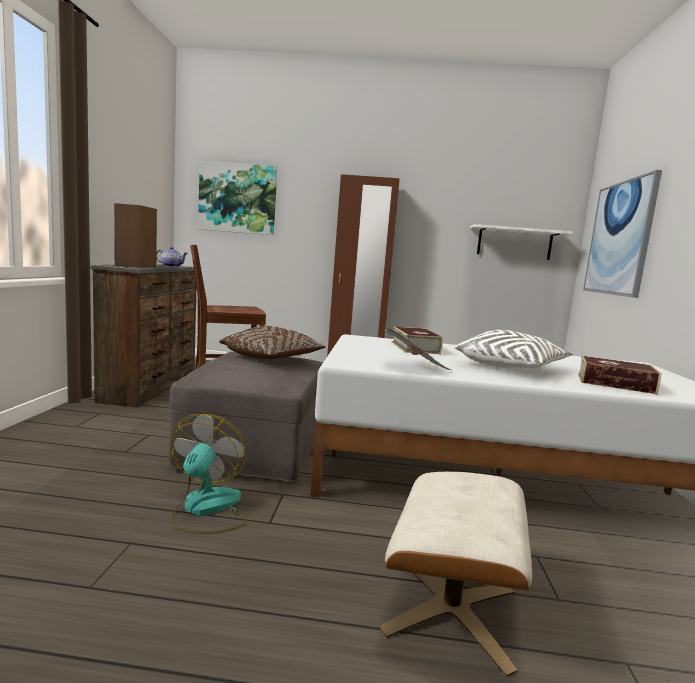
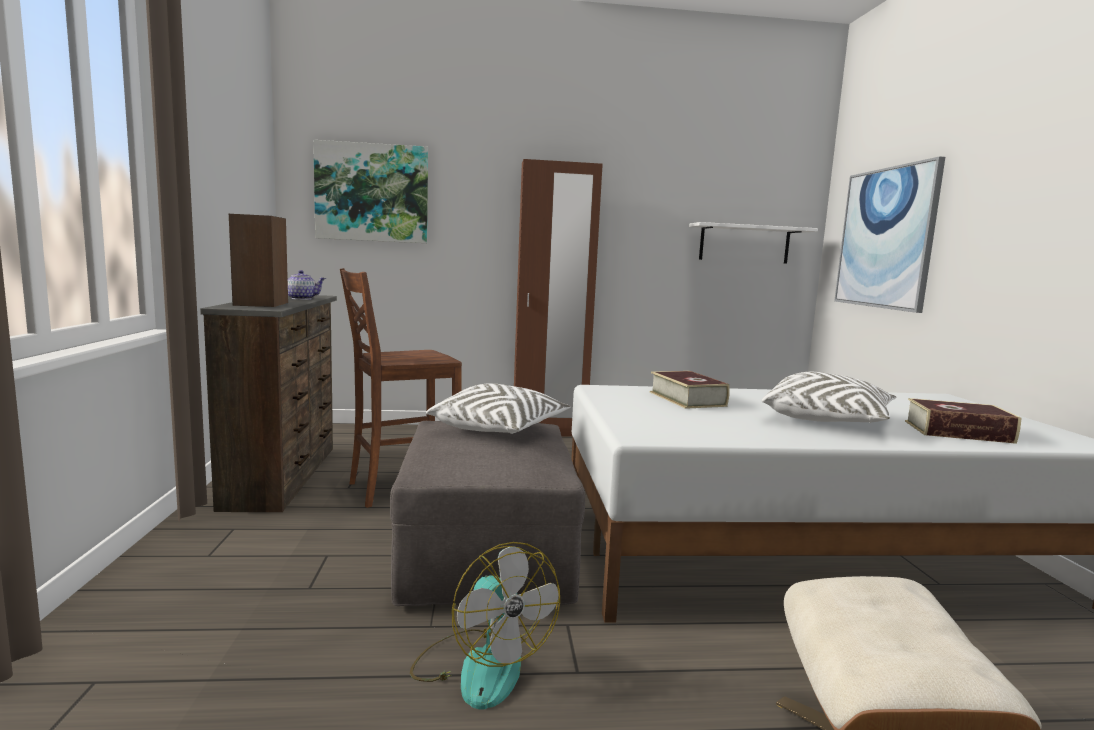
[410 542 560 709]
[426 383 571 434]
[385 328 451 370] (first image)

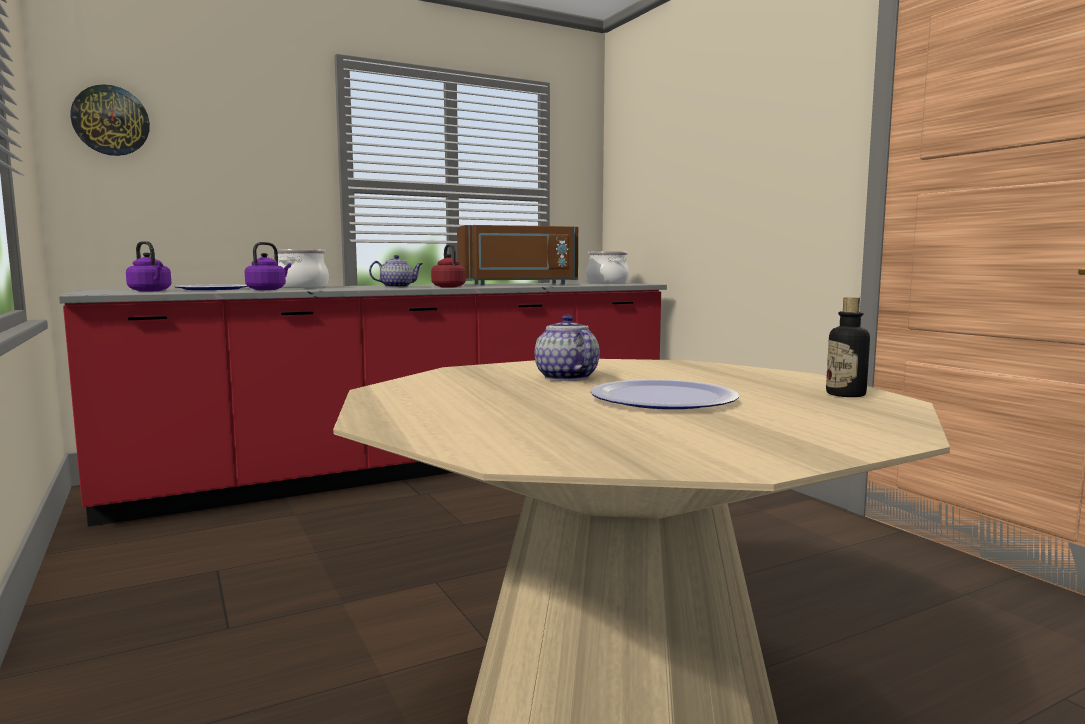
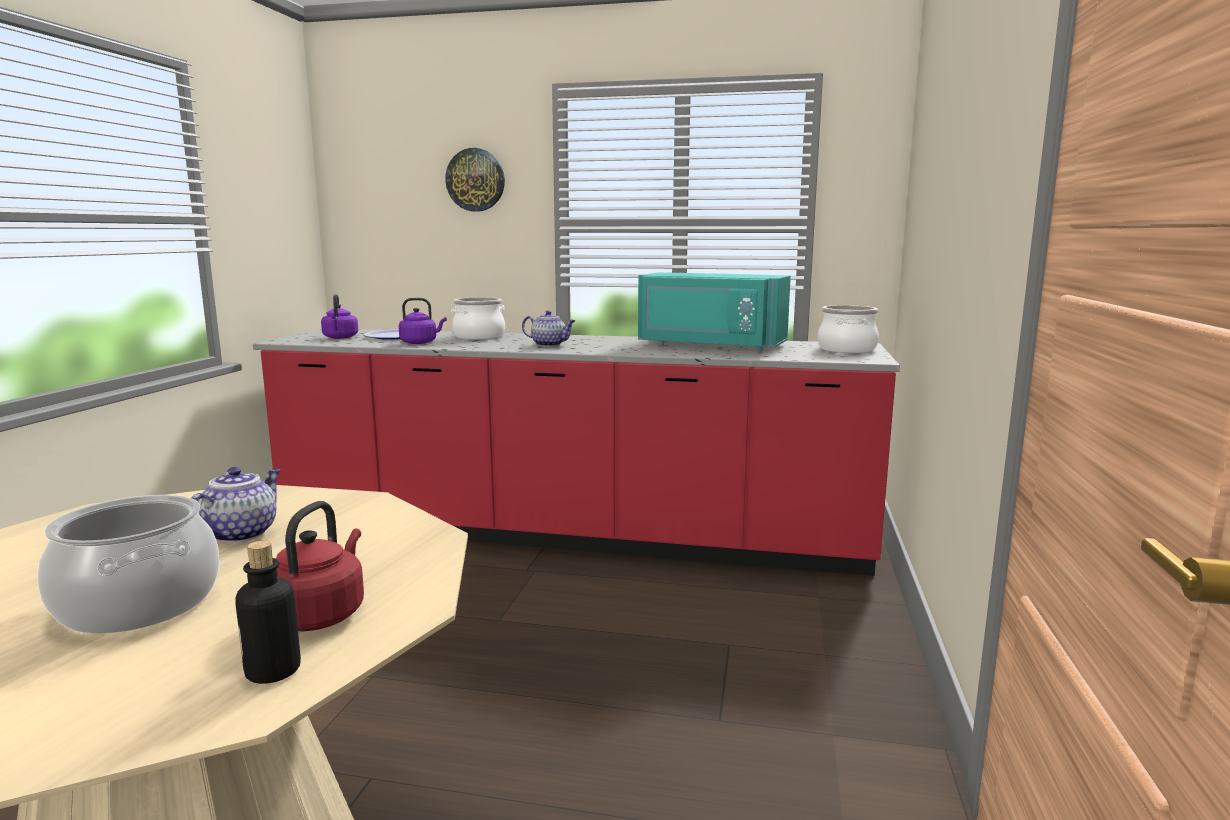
[37 495 219 634]
[276 501 364 631]
[445 148 505 212]
[638 273 791 352]

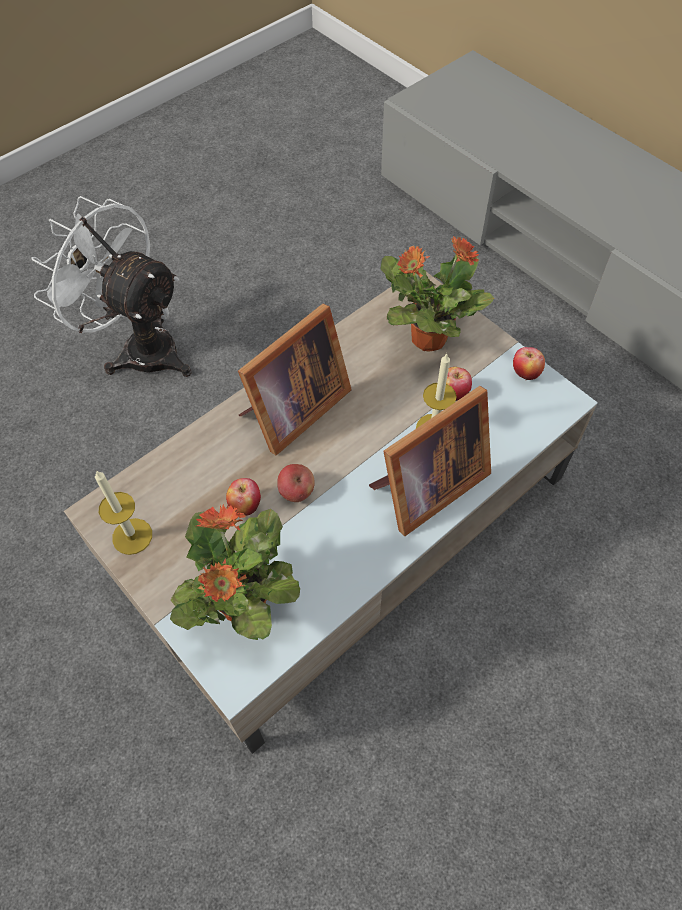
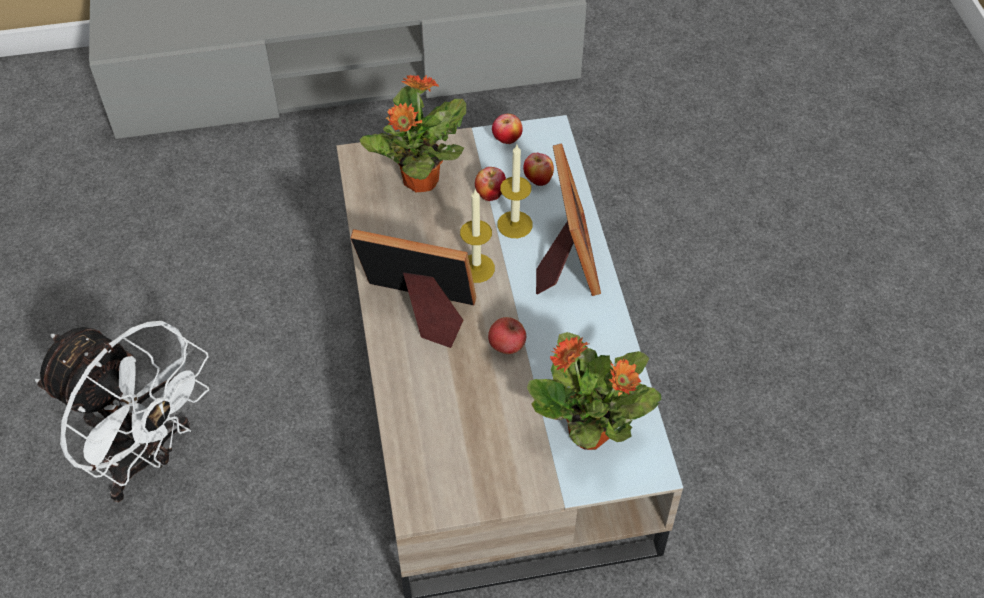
[35 321 209 502]
[351 229 476 348]
[460 188 495 283]
[523 153 554 186]

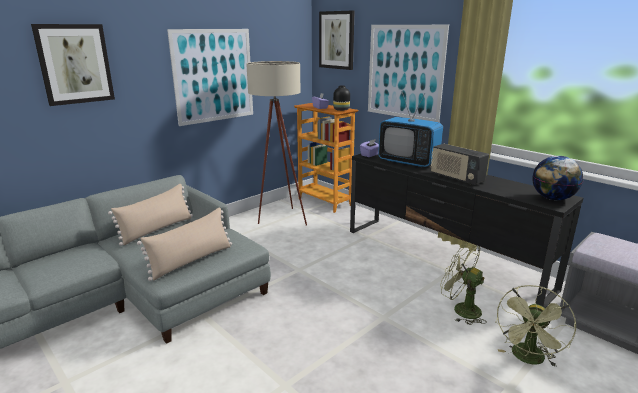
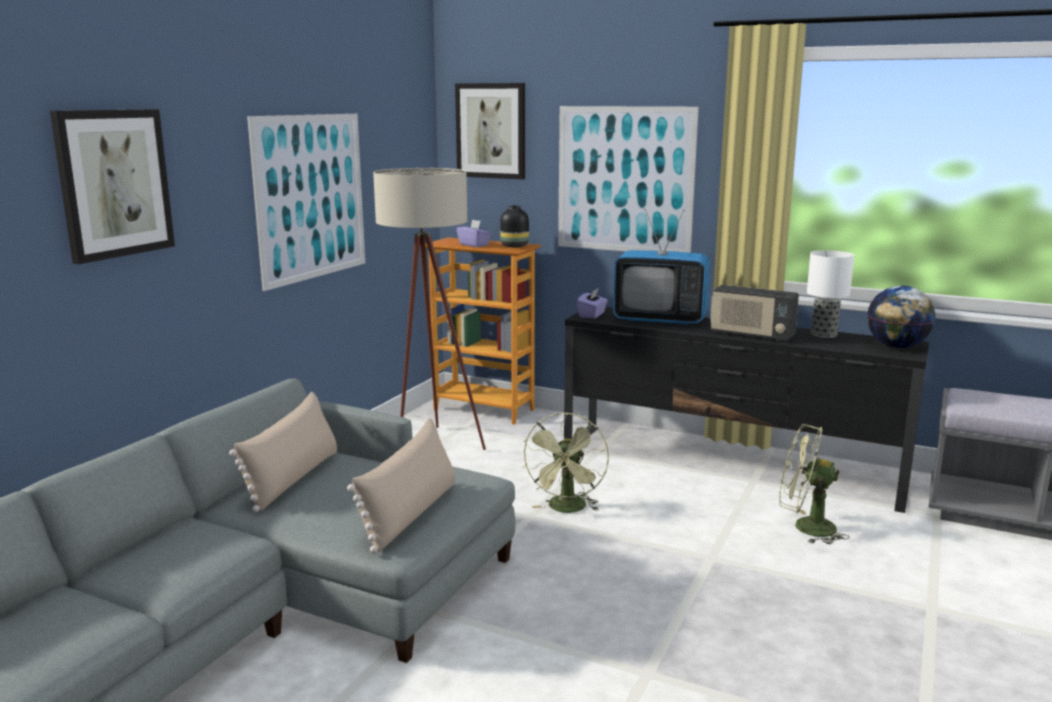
[523 412 609 513]
[807 250 854 338]

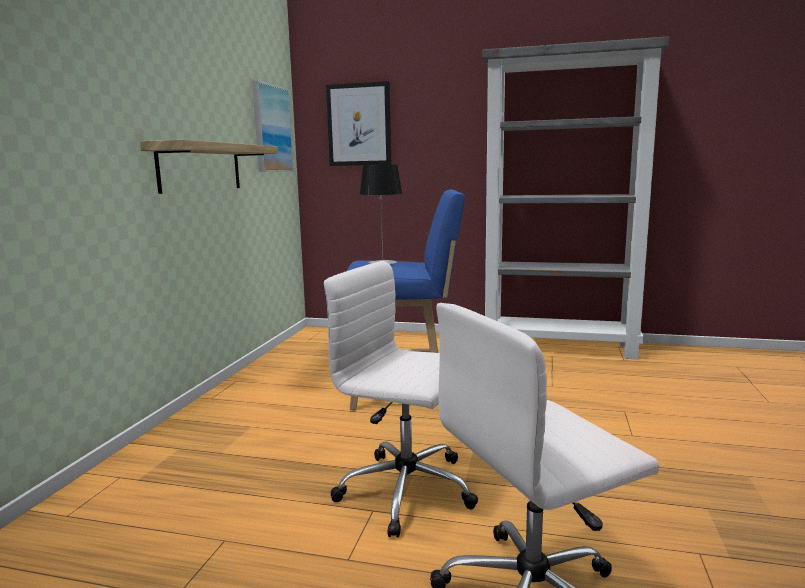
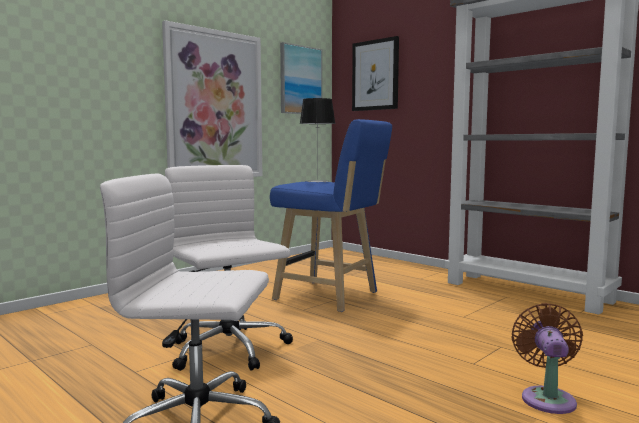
[162 20 262 177]
[511 303 583 414]

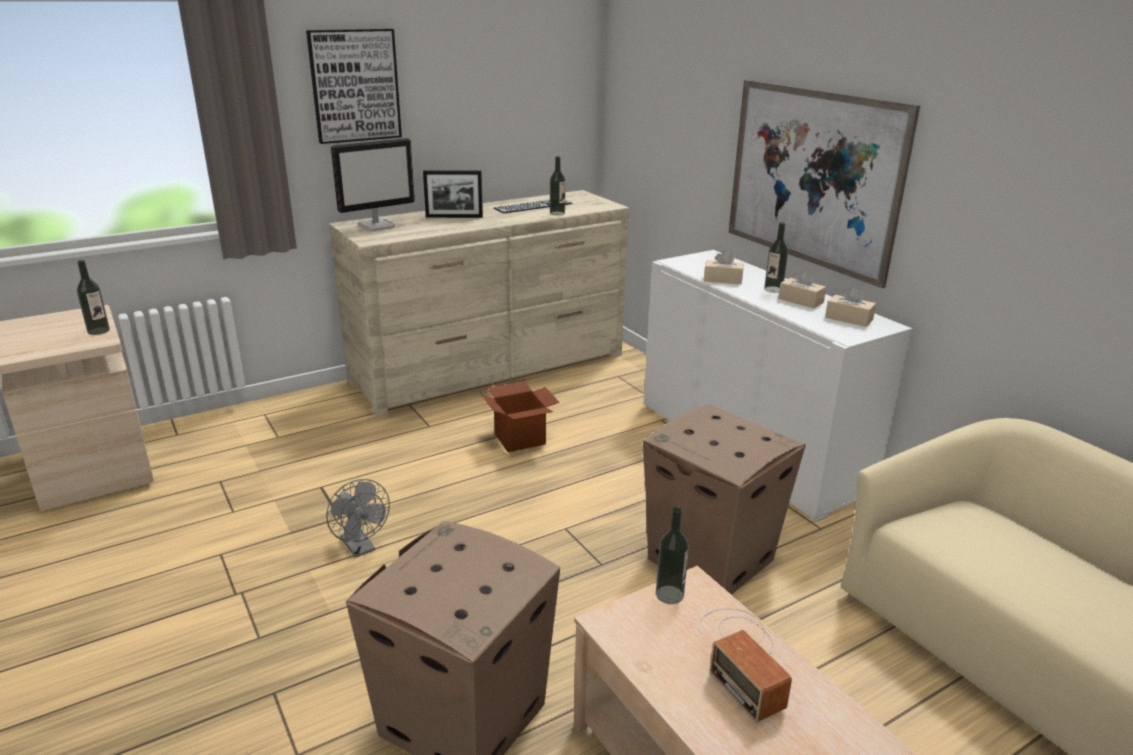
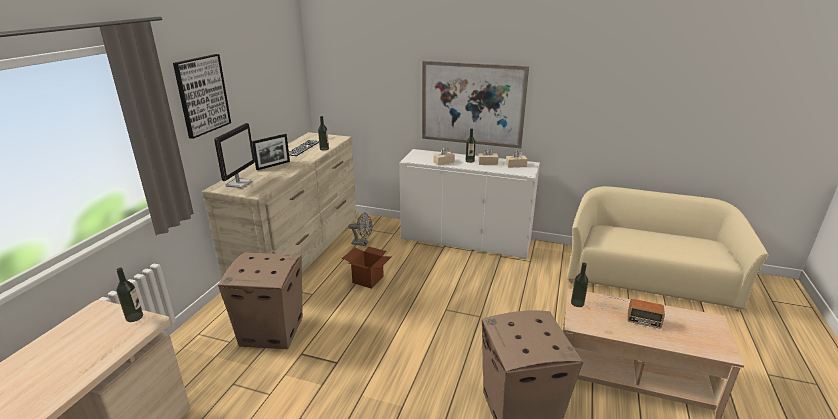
[218 252 303 349]
[348 212 373 246]

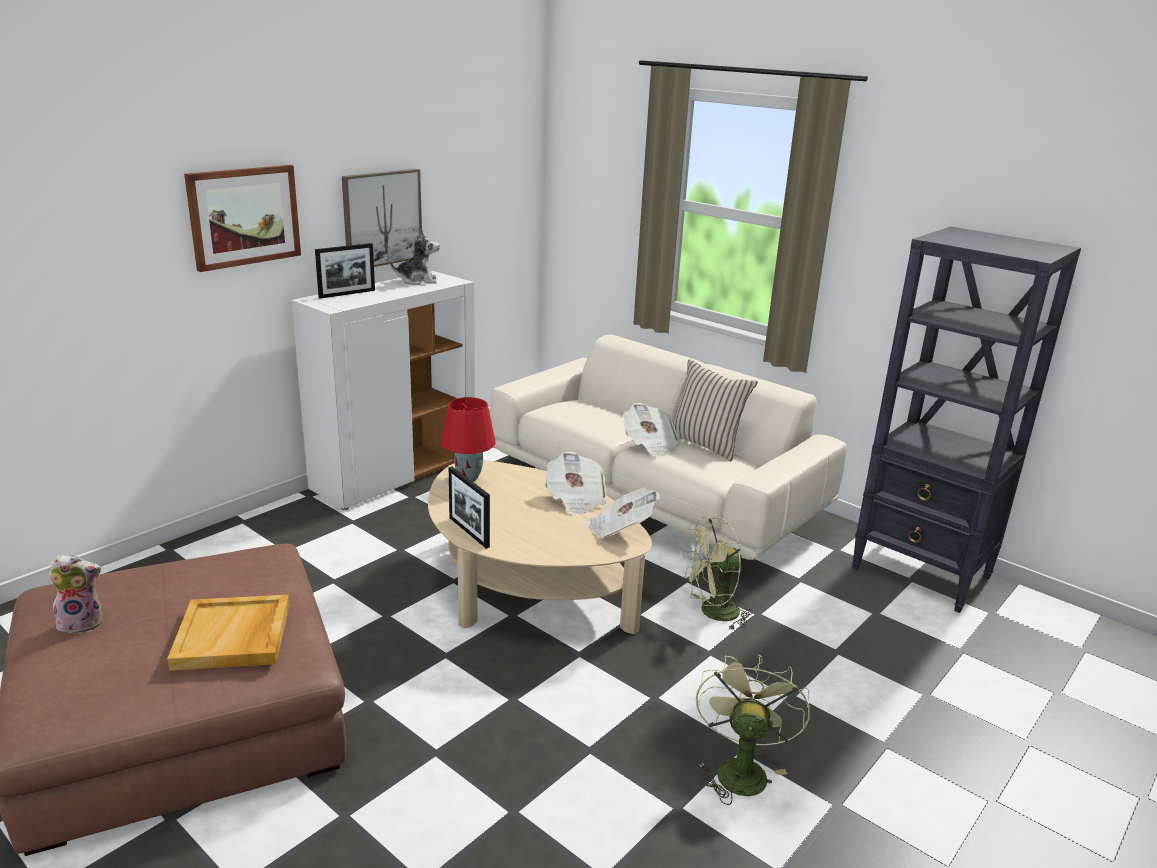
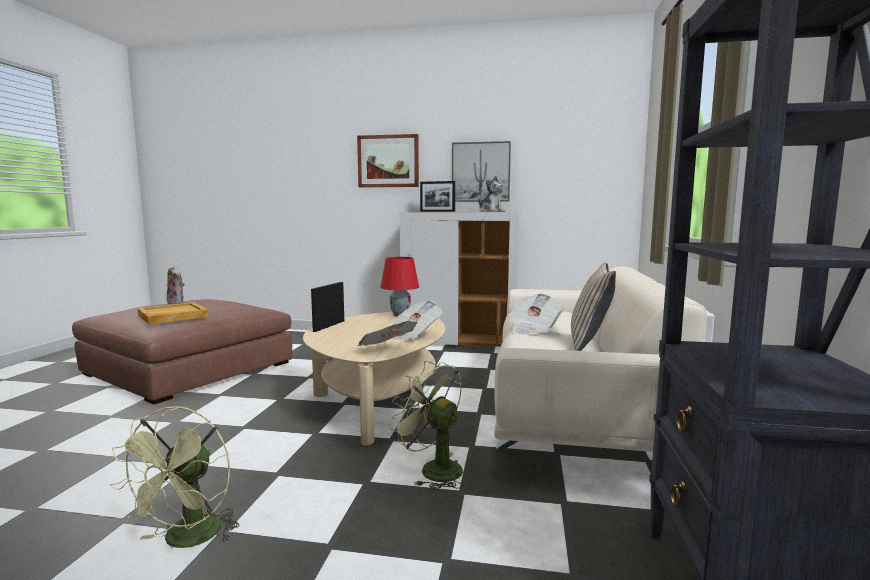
[110 406 240 548]

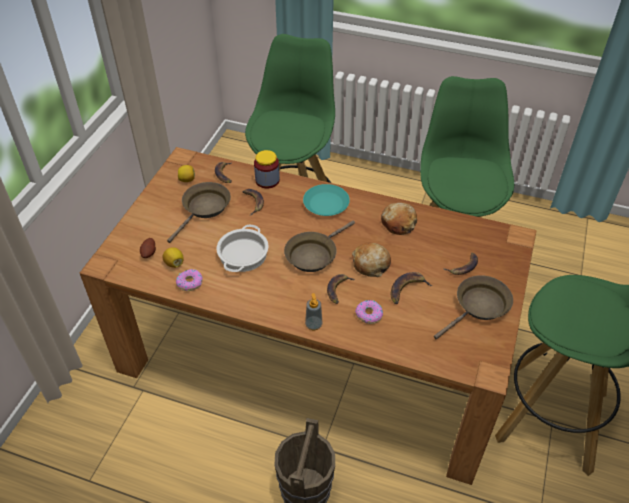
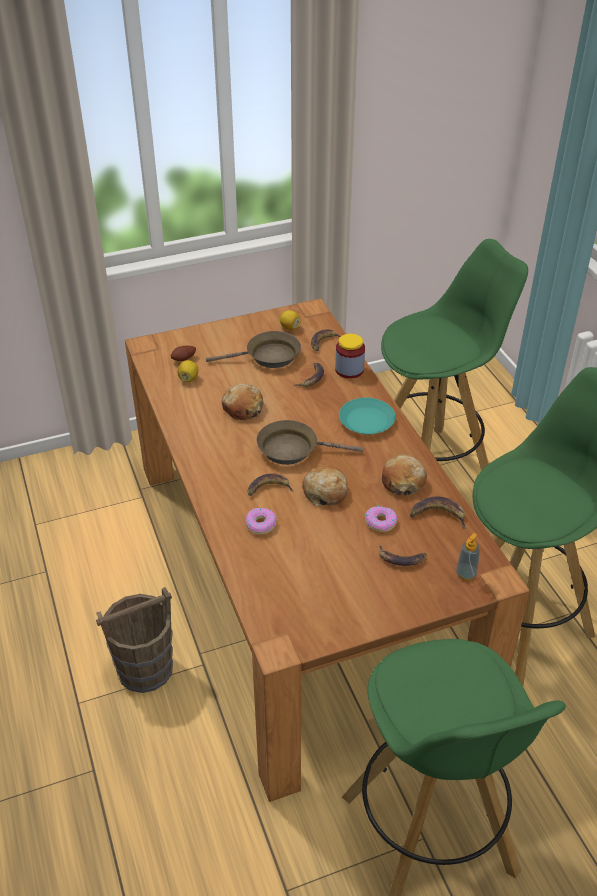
[222 384 264 420]
[365 506 398 532]
[410 497 466 529]
[456 533 480 580]
[434 275 513 339] (first image)

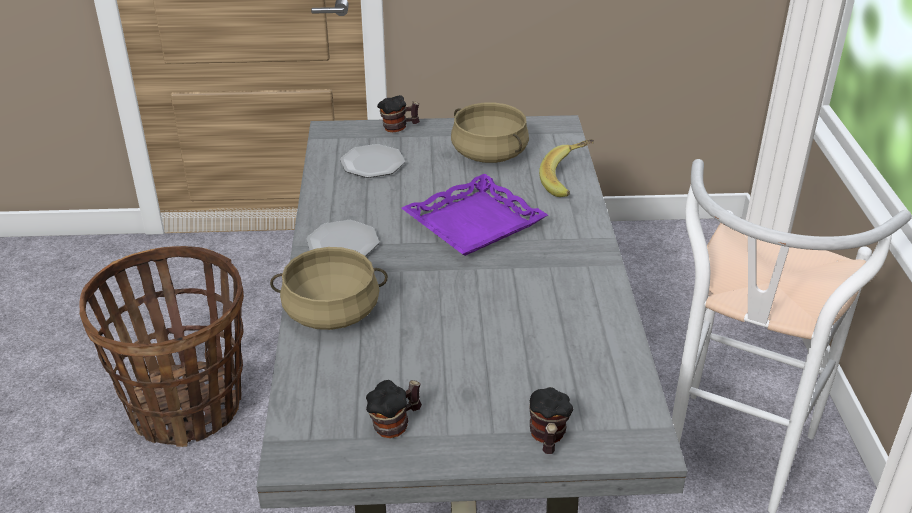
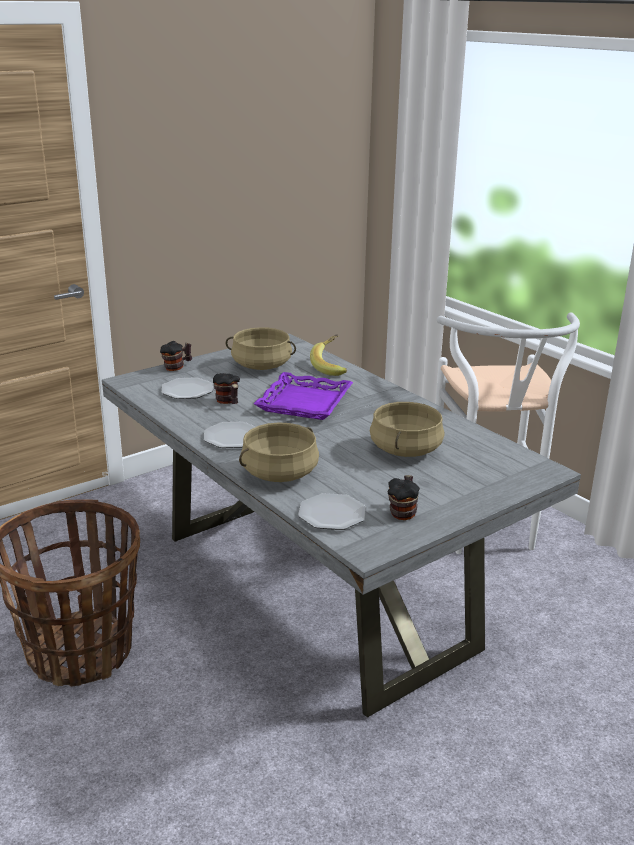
[213 373 240 404]
[298 493 366 530]
[370 402 444 457]

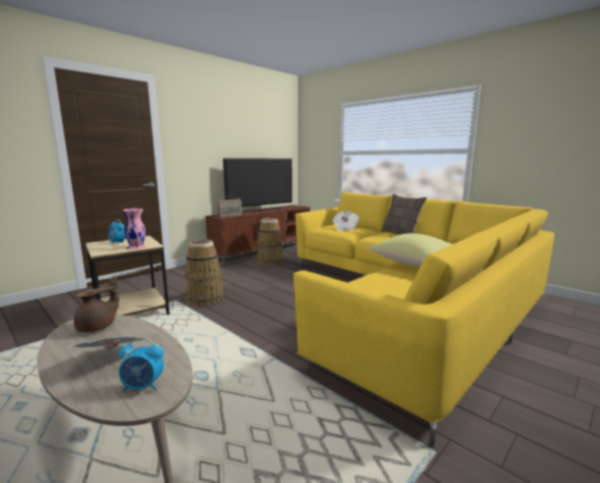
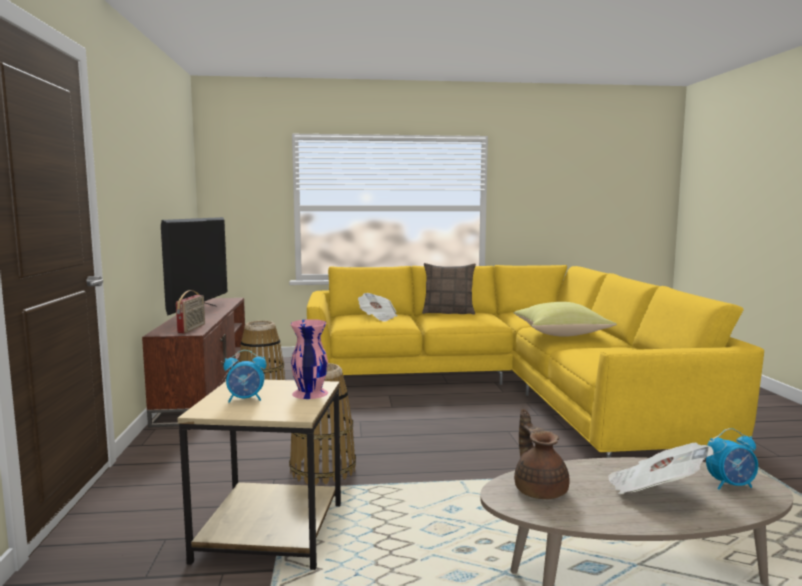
[706 428 758 490]

